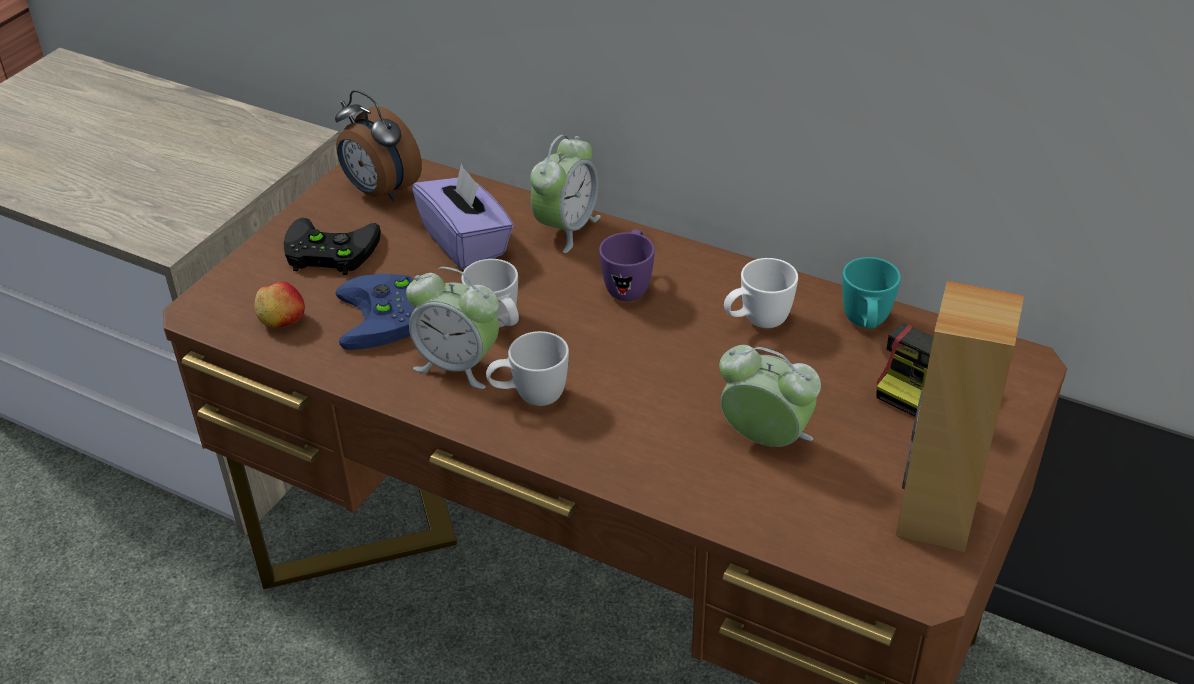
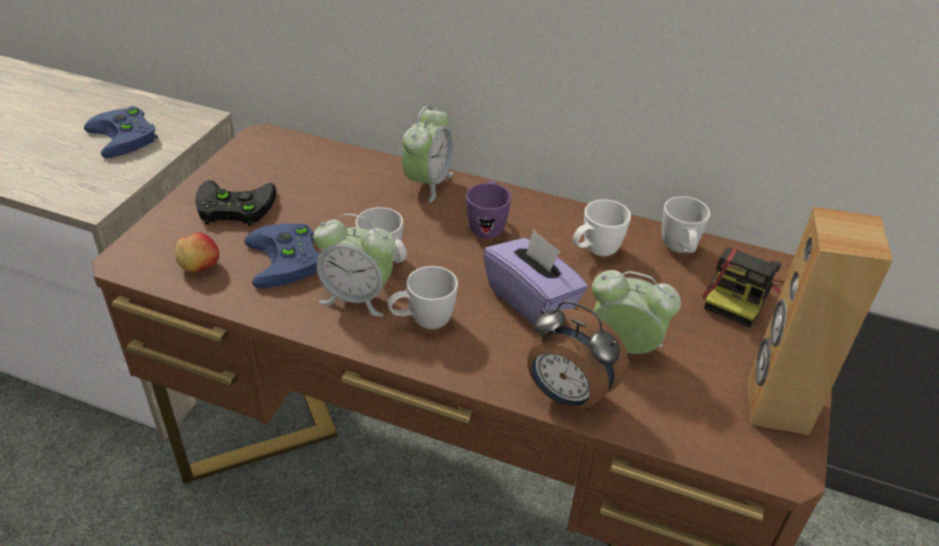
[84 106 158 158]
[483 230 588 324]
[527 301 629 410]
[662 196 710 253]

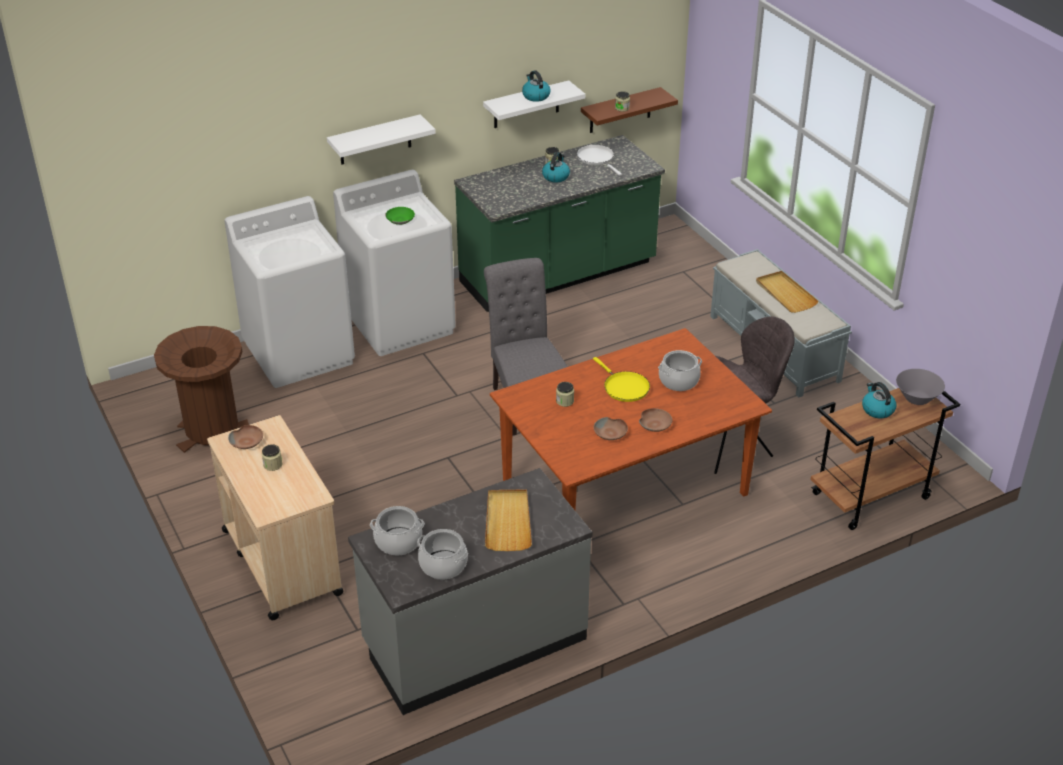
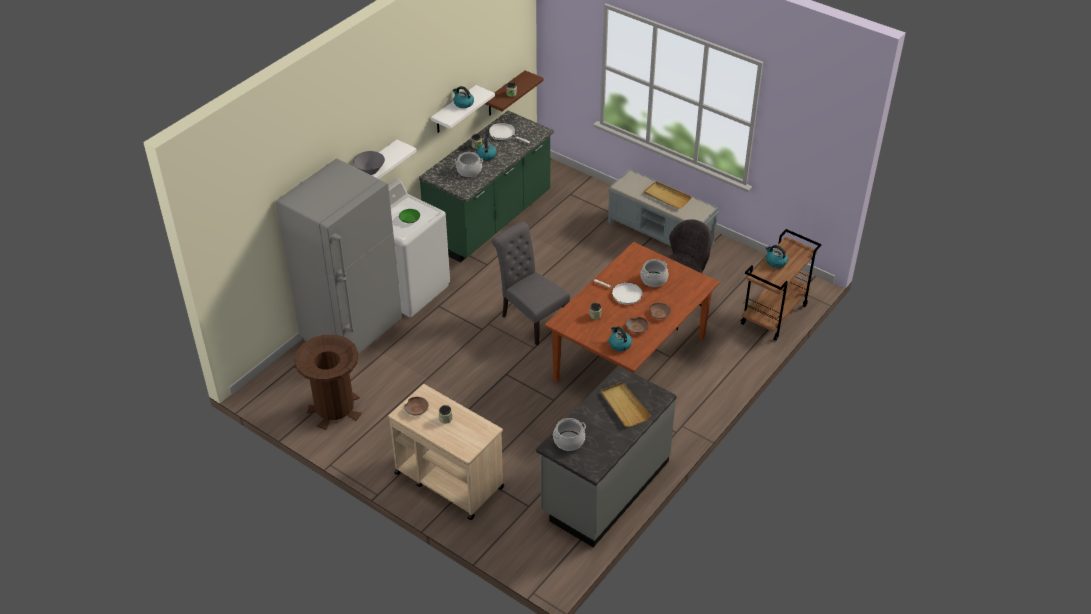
[276 159 402 354]
[353 151 385 175]
[454 152 483 177]
[594 279 643 305]
[609 326 632 351]

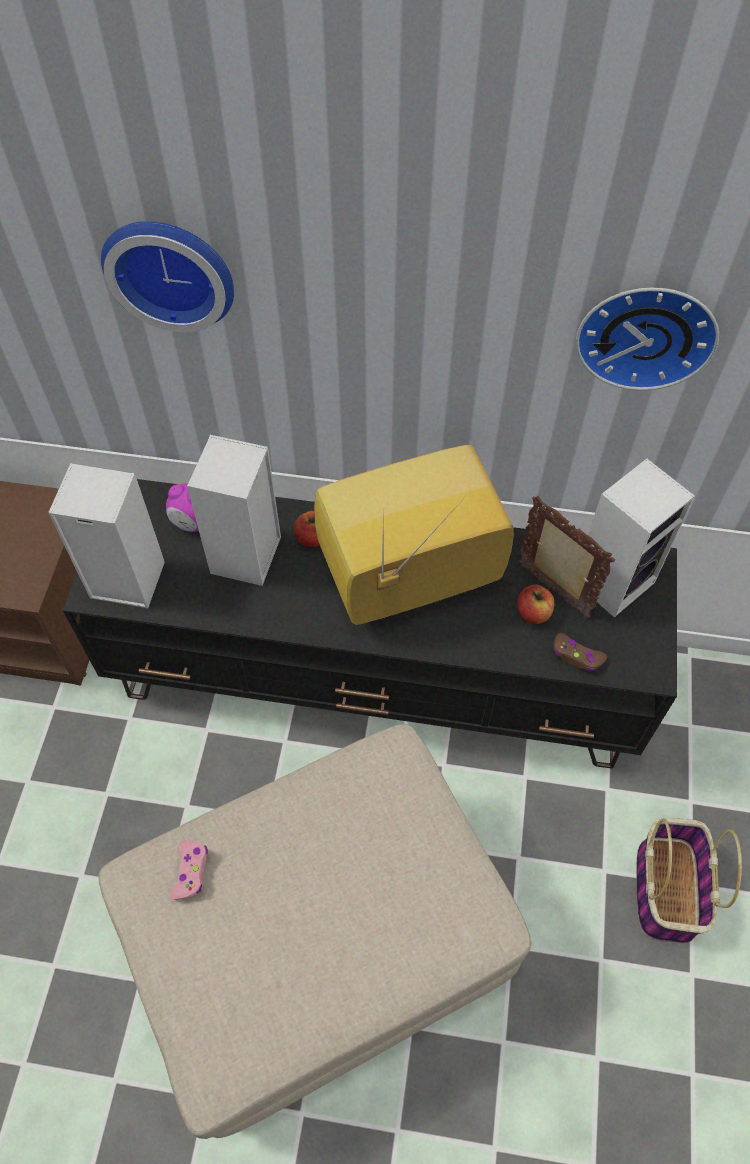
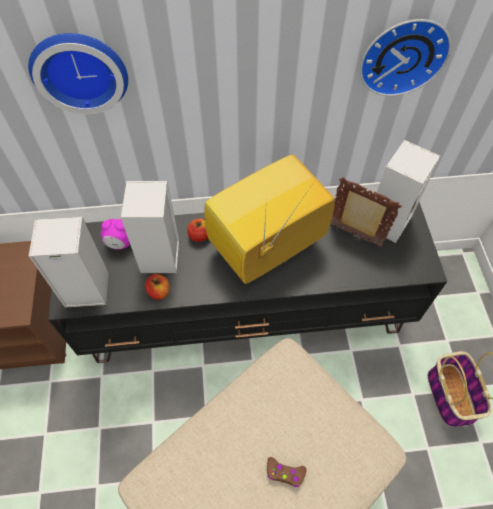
[145 274 170 300]
[267 457 307 487]
[170 840 208 900] (first image)

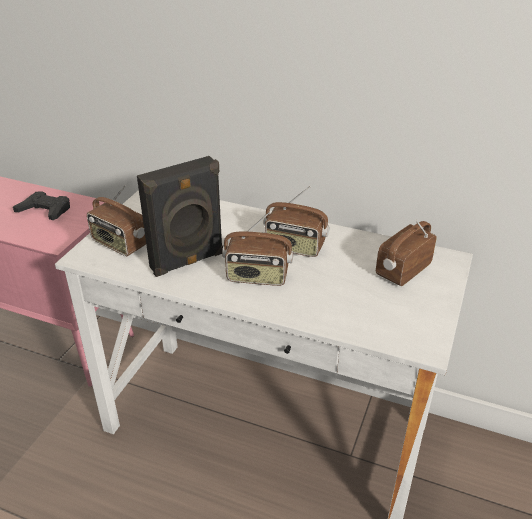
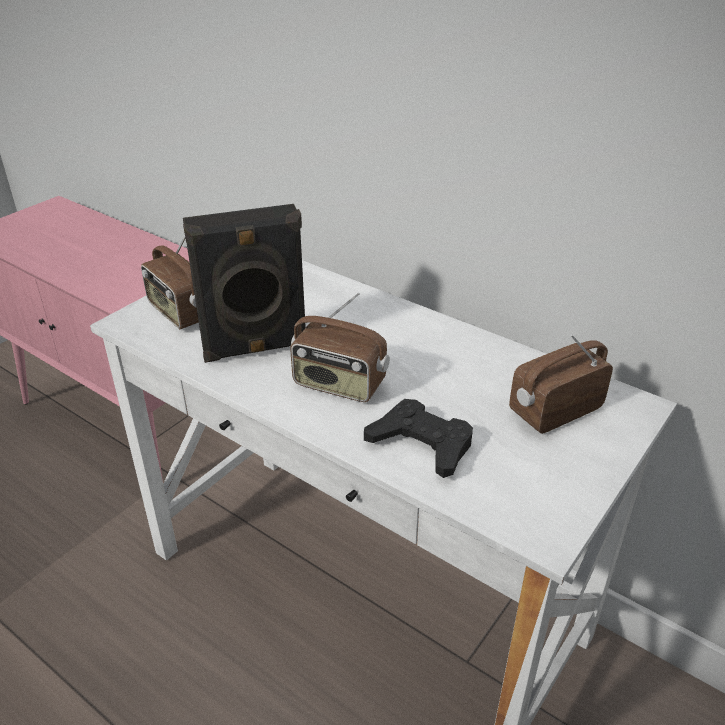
[364 399 473 478]
[263 186 329 257] (first image)

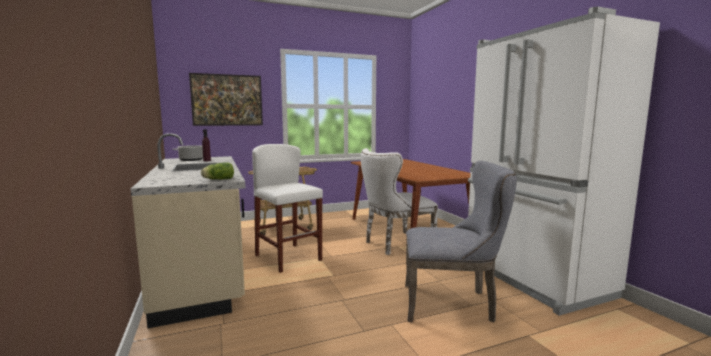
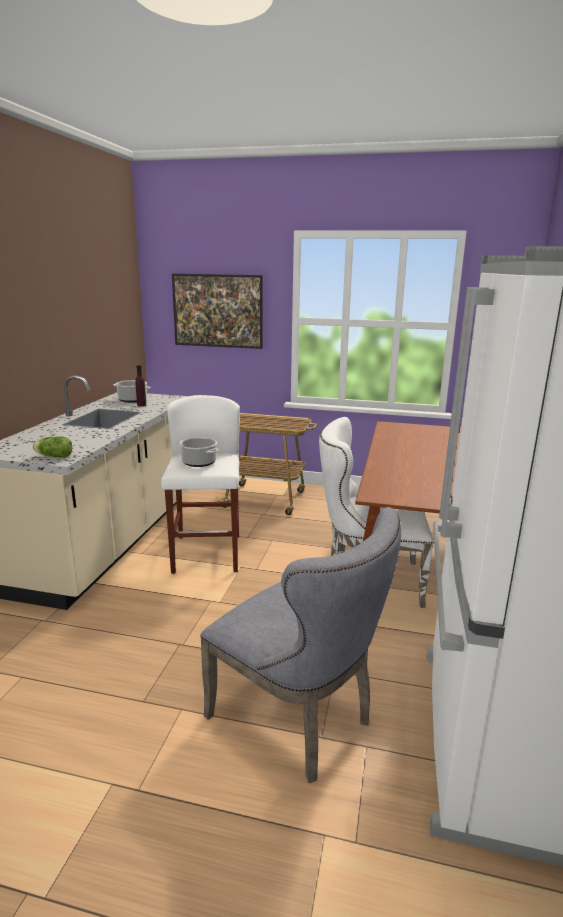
[179 437 219 467]

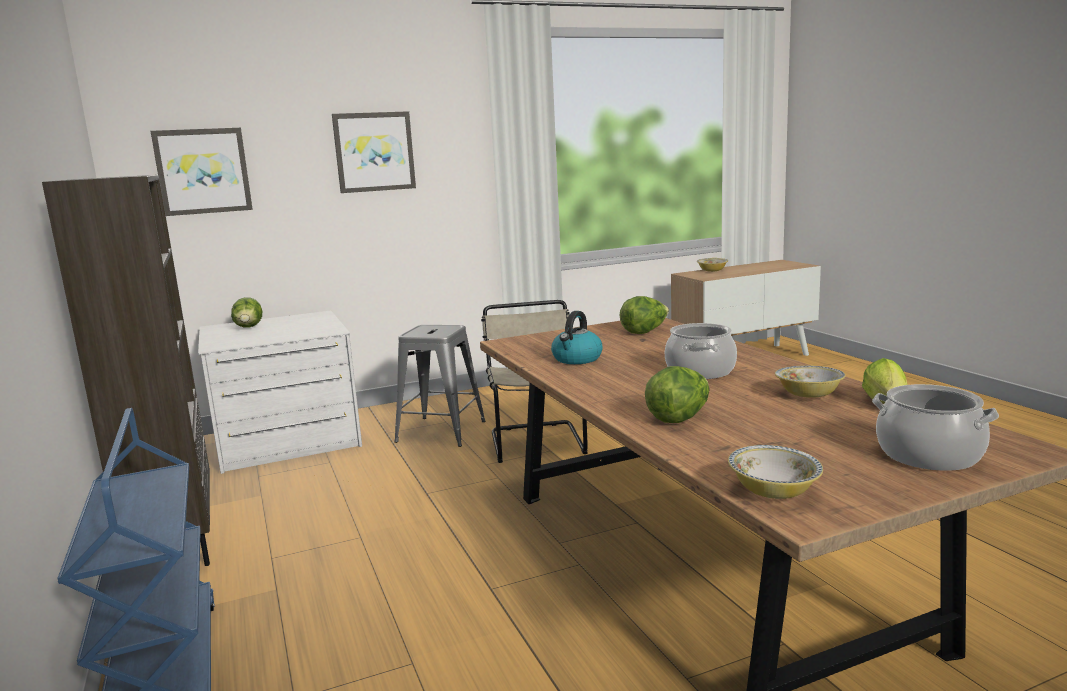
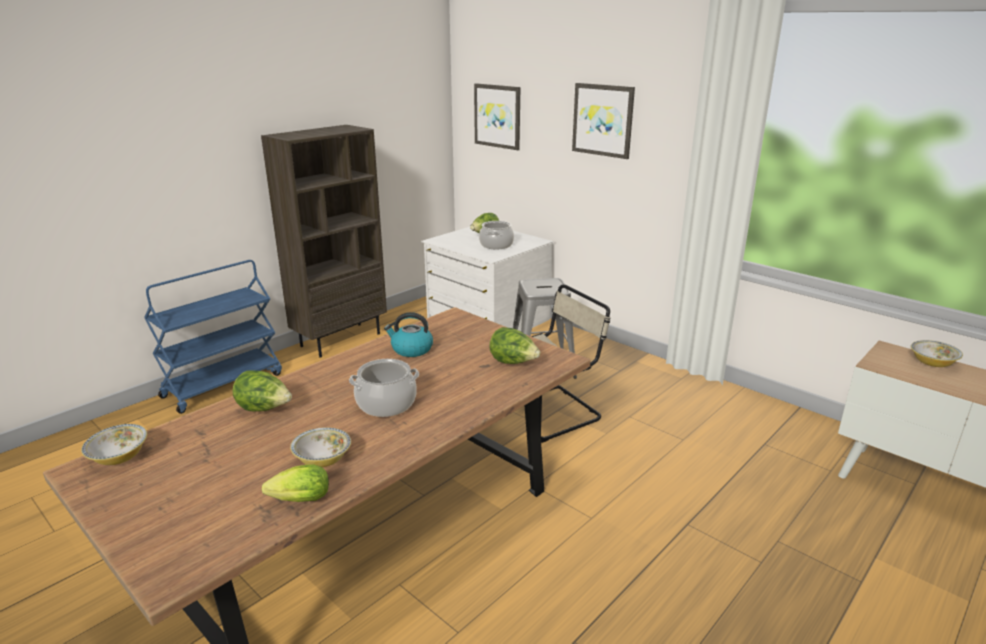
[479 221 514 249]

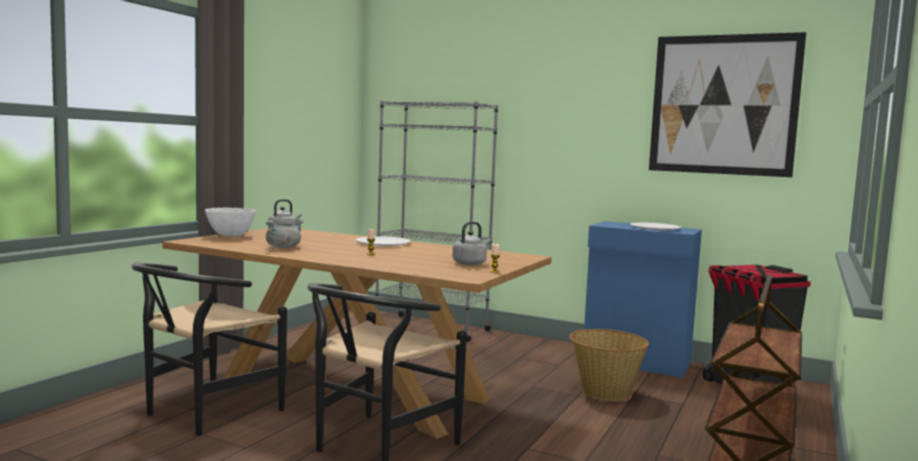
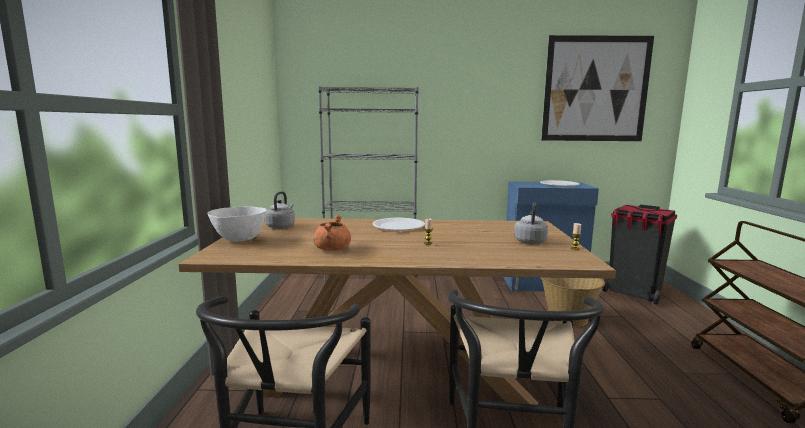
[313 215 351 251]

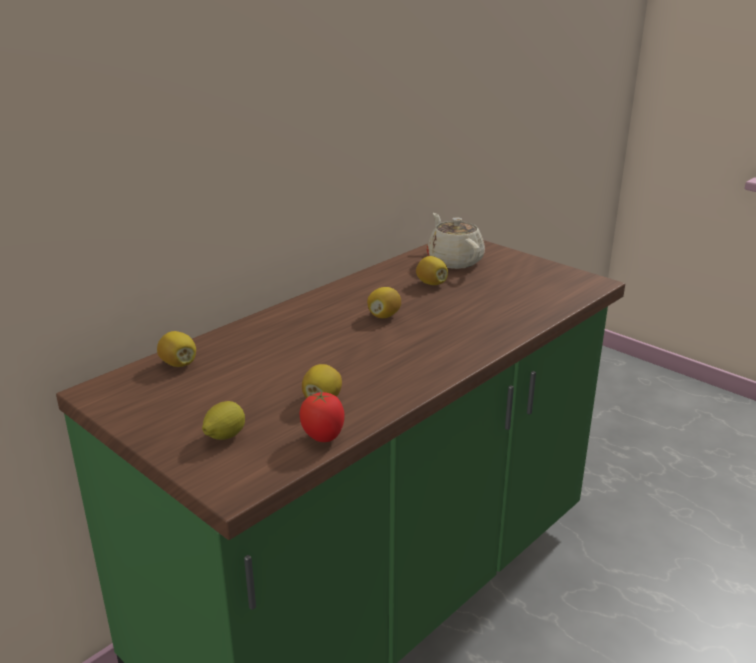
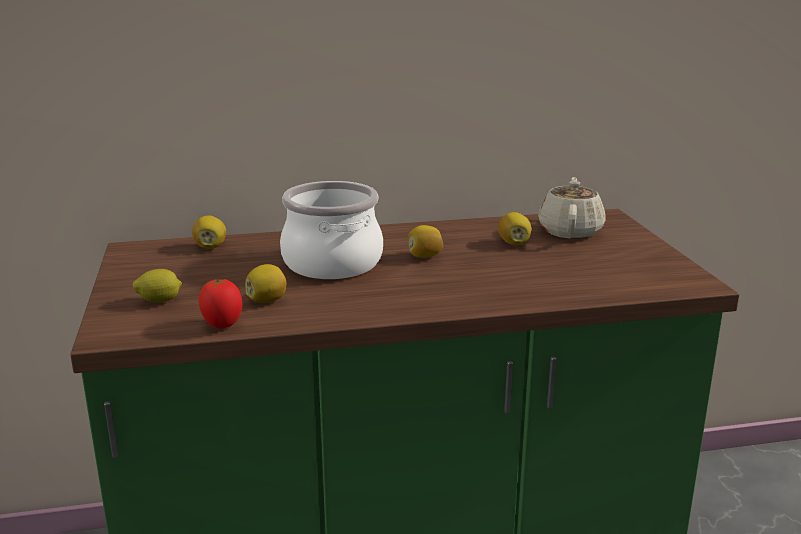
[280 181 383 279]

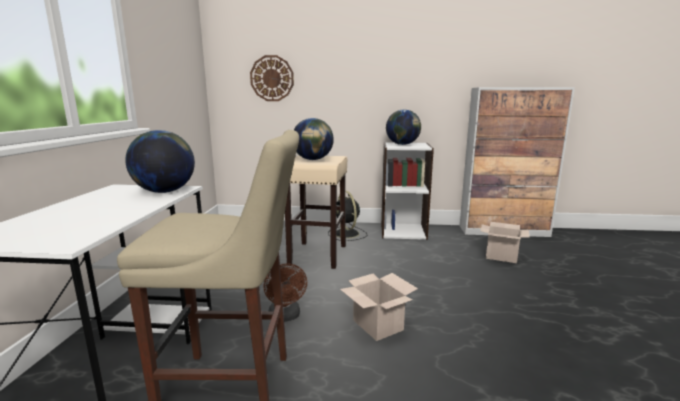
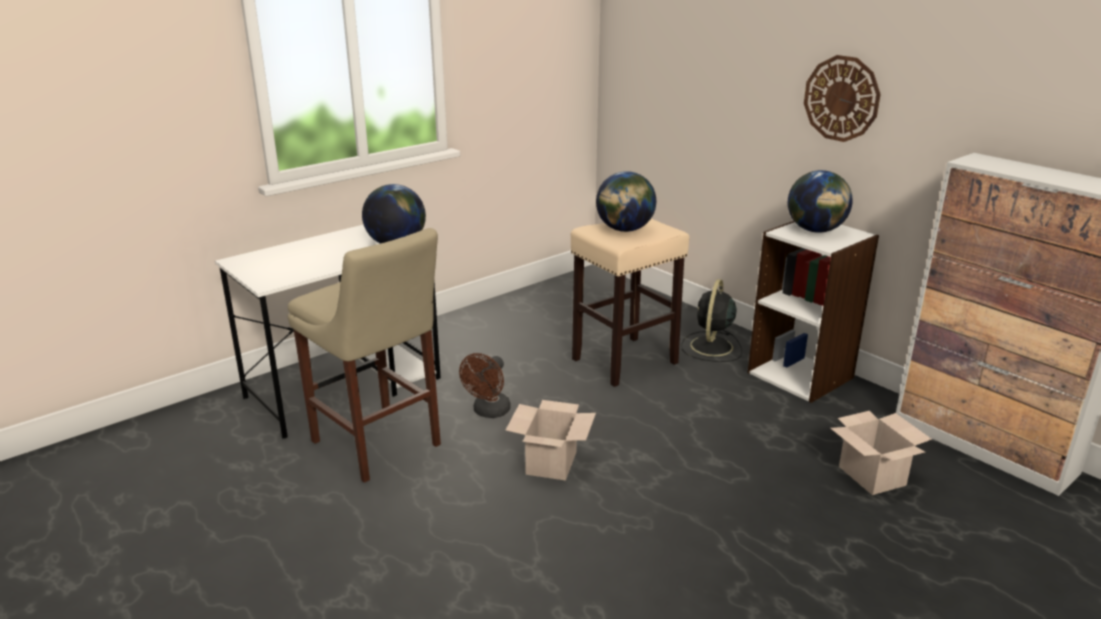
[804 55 881 142]

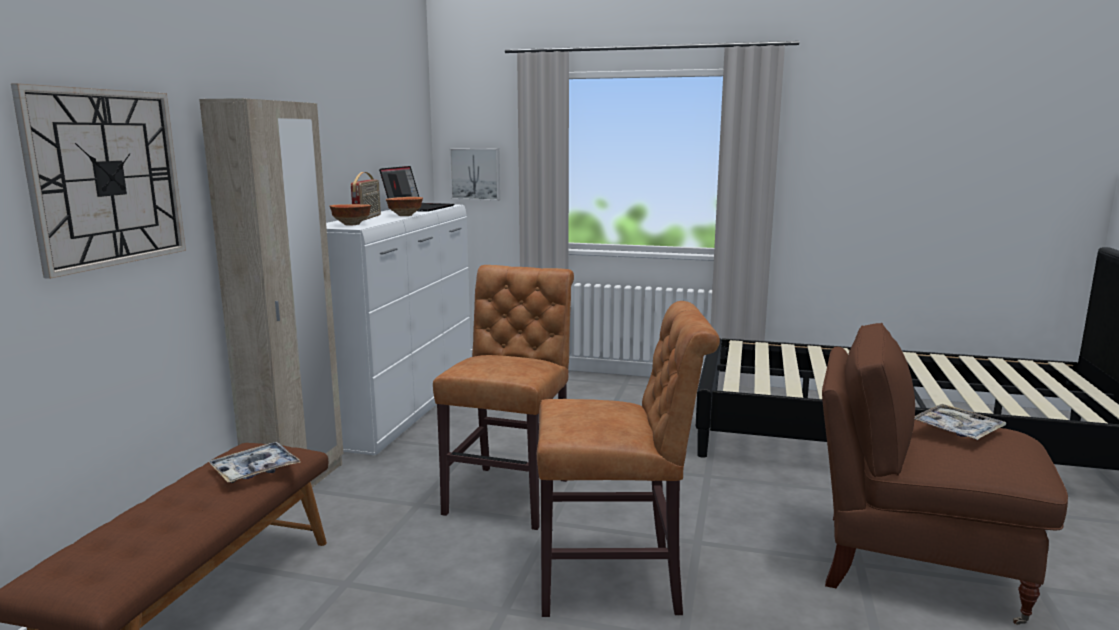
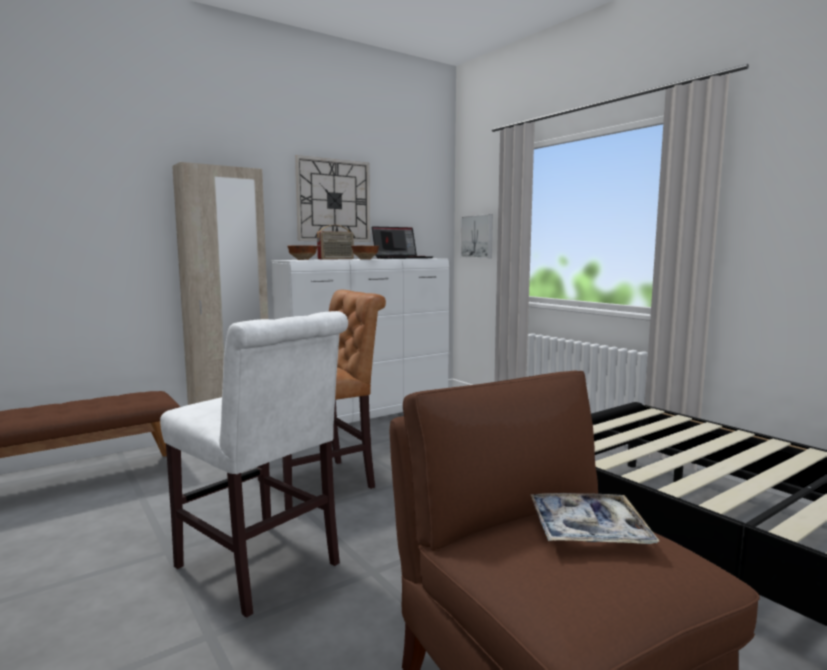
[160 311 348 618]
[295 155 370 242]
[208 442 301 483] (first image)

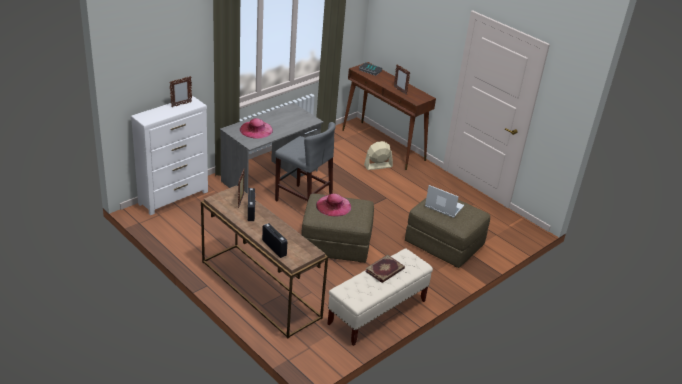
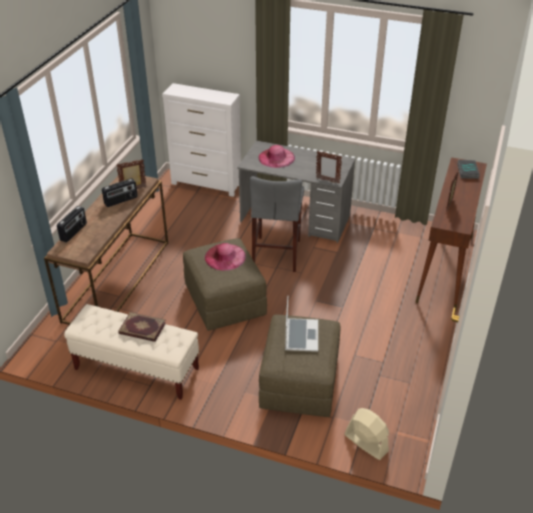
[316 151 342 184]
[345 408 389 460]

